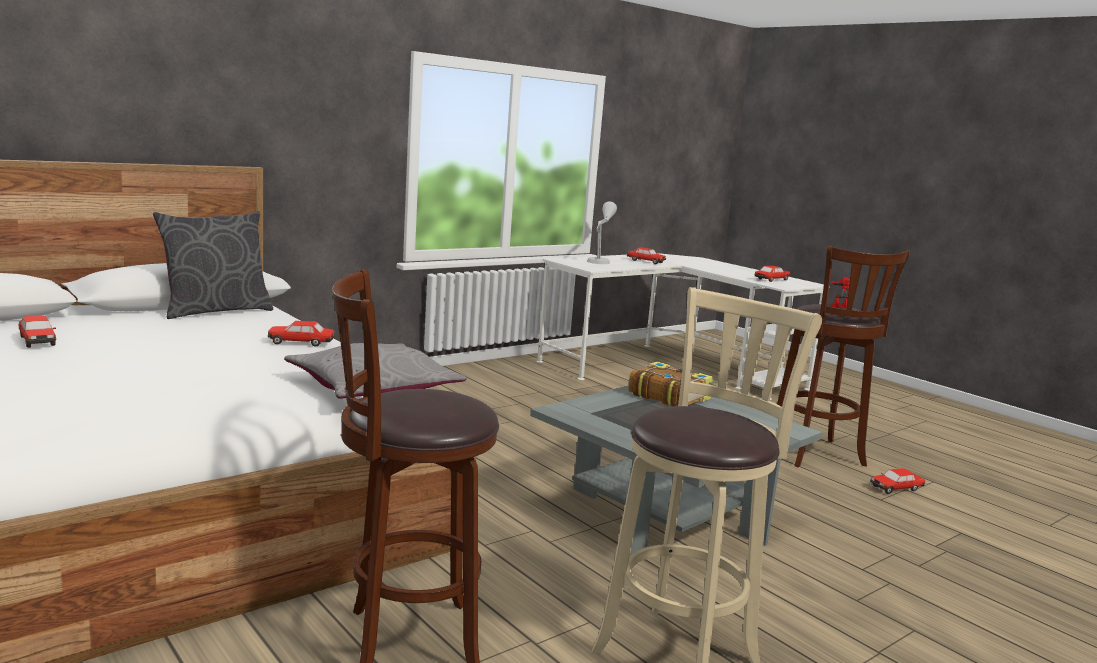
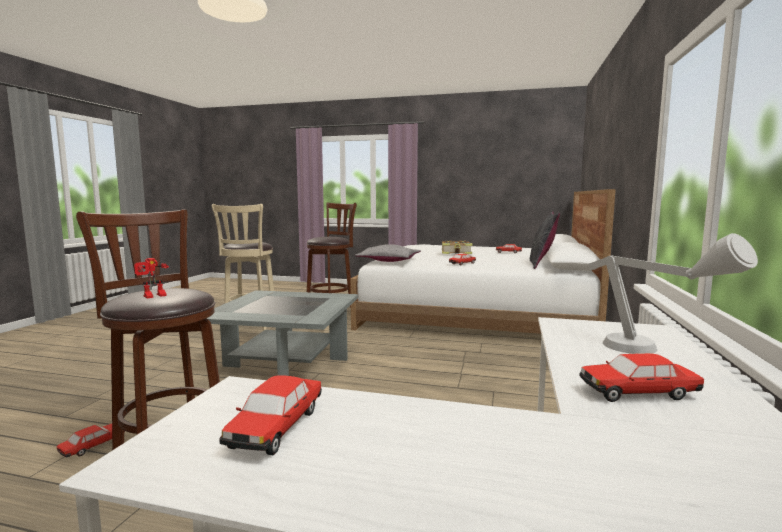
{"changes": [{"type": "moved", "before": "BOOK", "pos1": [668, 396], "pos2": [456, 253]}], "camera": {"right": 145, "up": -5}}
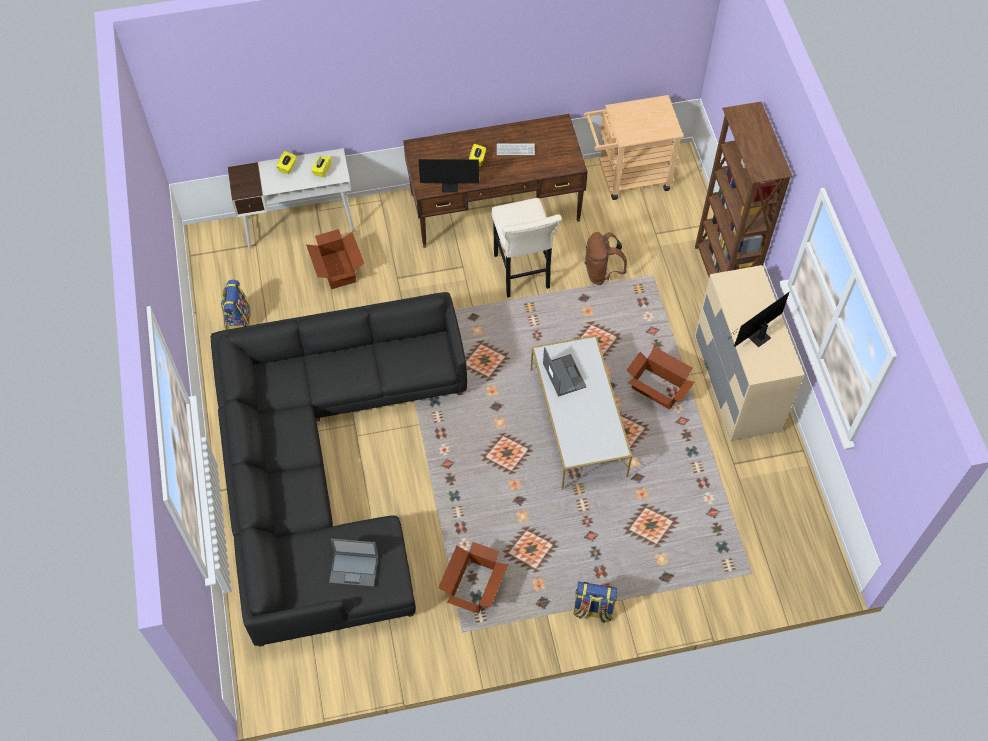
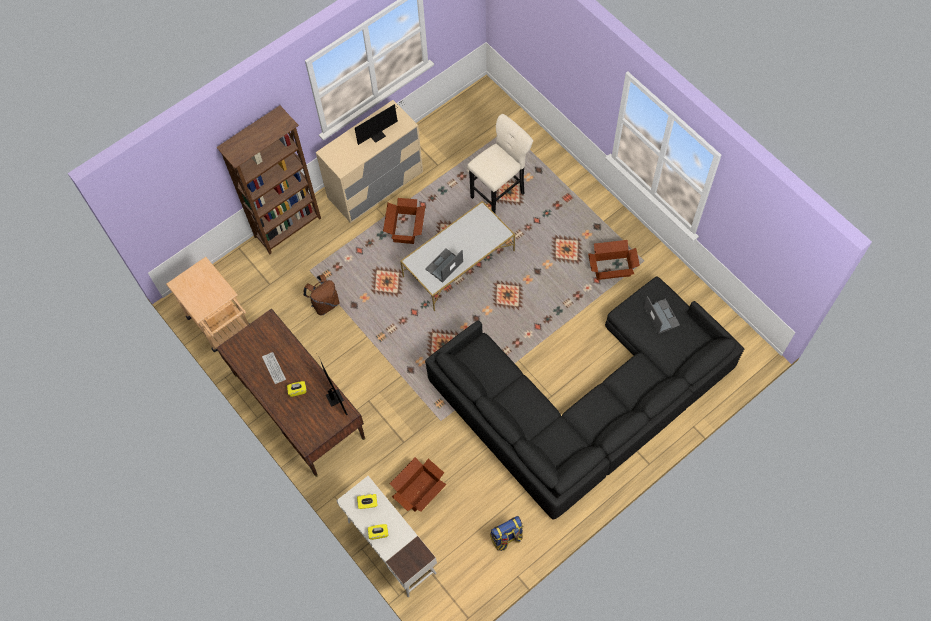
{"changes": [{"type": "moved", "before": "BEIGE STOOL", "pos1": [522, 274], "pos2": [499, 193]}, {"type": "removed", "before": "BACKPACK", "pos1": [592, 609]}, {"type": "turned", "before": "MONITOR", "pos1": [755, 338], "pos2": [379, 134], "turn": -60}], "camera": {"right": -115, "up": 5}}
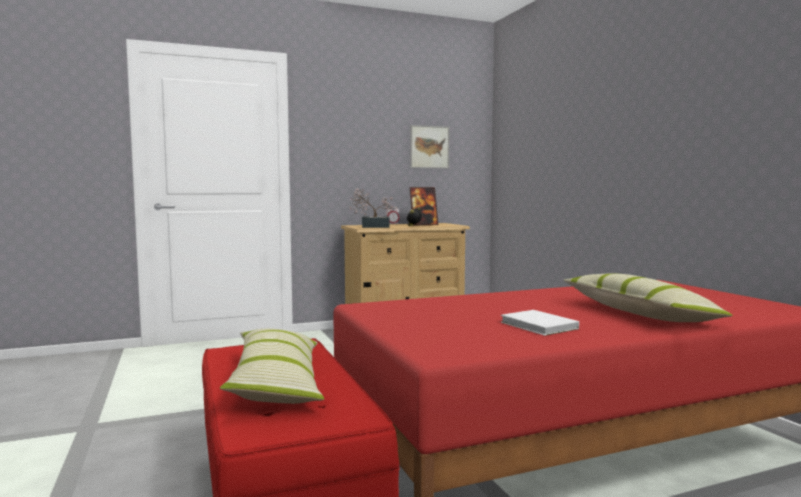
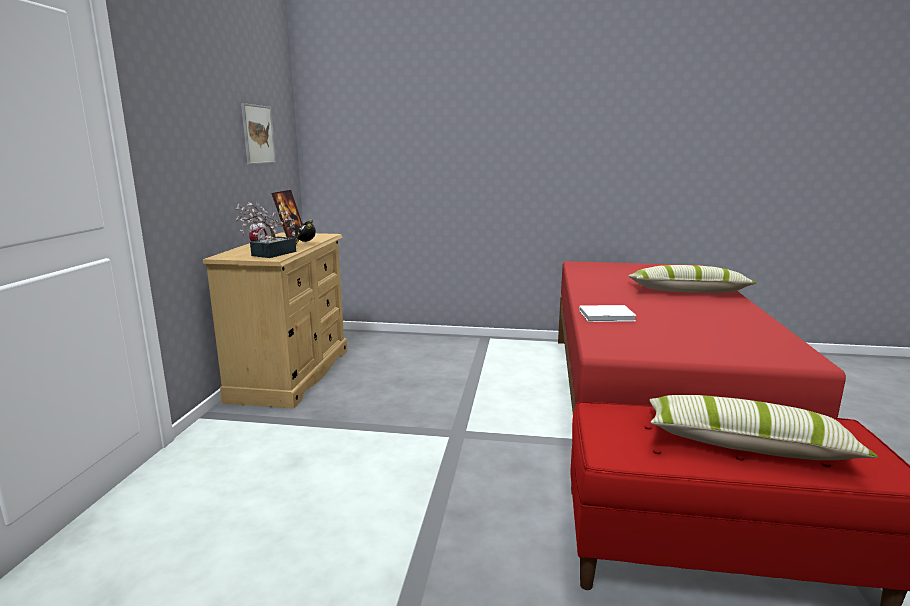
{"changes": [{"type": "moved", "before": "WHITE BOOK", "pos1": [539, 326], "pos2": [608, 316]}], "camera": {"right": -60, "up": 10}}
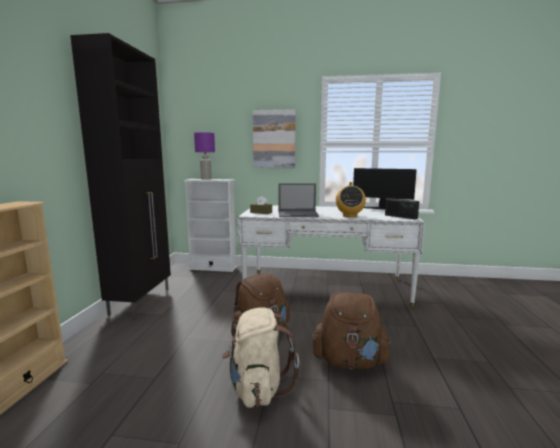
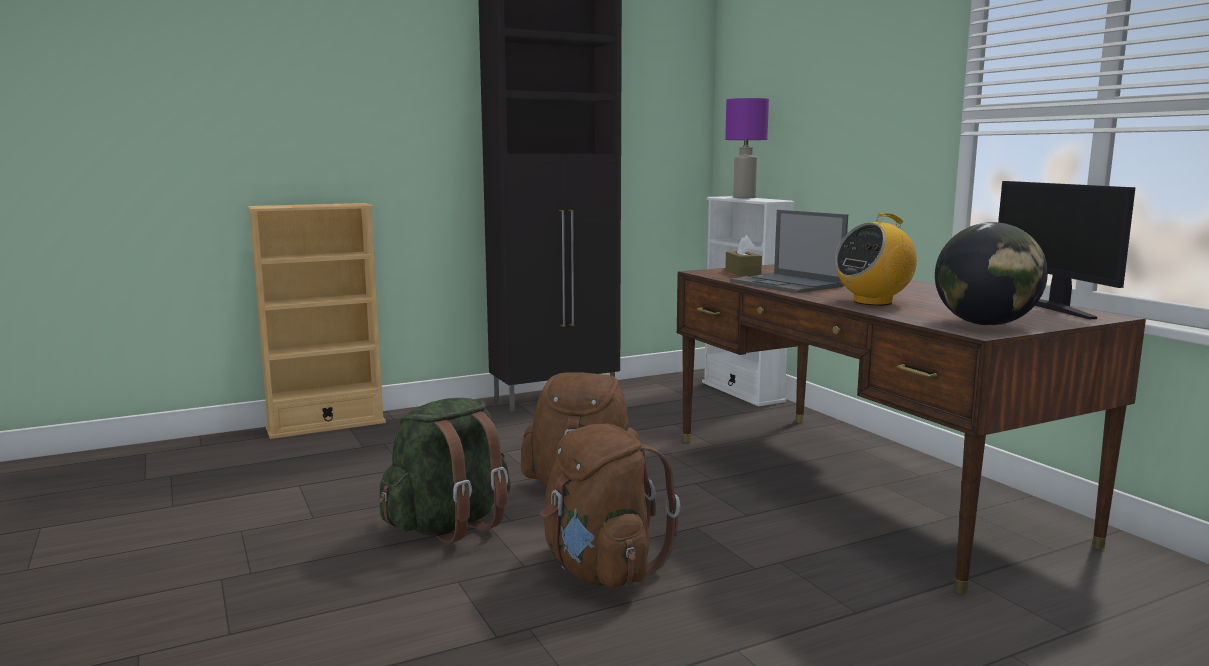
{"changes": [{"type": "recoloured", "before": "BEIGE BACKPACK", "after": "GREEN BACKPACK", "pos1": [258, 388], "pos2": [449, 525]}, {"type": "recoloured", "before": "WHITE DESK", "after": "BROWN DESK", "pos1": [325, 287], "pos2": [860, 486]}, {"type": "removed", "before": "PICTURE", "pos1": [274, 139]}, {"type": "replaced", "before": "RADIO", "after": "GLOBE", "pos1": [400, 216], "pos2": [985, 324]}], "camera": {"right": 55, "up": 0}}
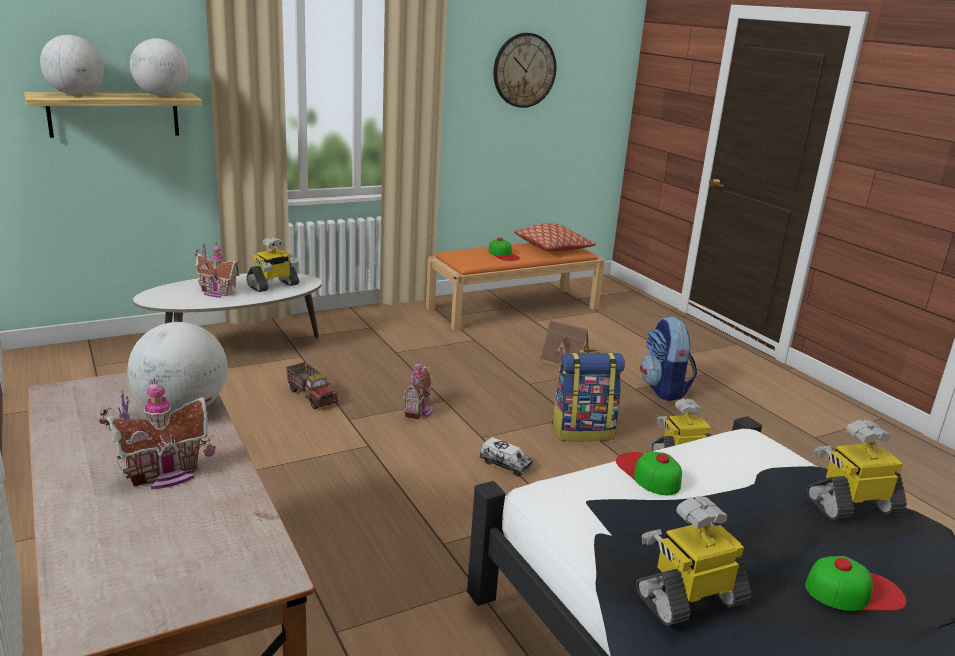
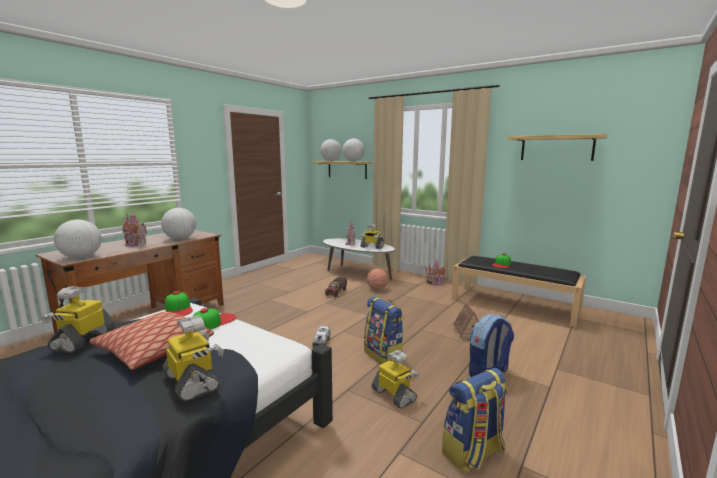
{"changes": [{"type": "moved", "before": "TOY HOUSE", "pos1": [420, 411], "pos2": [435, 283]}, {"type": "recoloured", "before": "ORANGE BENCH", "after": "BLACK BENCH", "pos1": [514, 307], "pos2": [514, 305]}, {"type": "replaced", "before": "WALL CLOCK", "after": "SHELF", "pos1": [524, 70], "pos2": [556, 148]}, {"type": "moved", "before": "PILLOW", "pos1": [553, 248], "pos2": [155, 350]}, {"type": "turned", "before": "TOY ROBOT", "pos1": [689, 598], "pos2": [83, 340], "turn": -120}, {"type": "moved", "before": "CAP", "pos1": [854, 591], "pos2": [178, 309]}, {"type": "added", "after": "GLOBE", "pos2": [81, 257]}, {"type": "added", "after": "BASKETBALL", "pos2": [377, 288]}, {"type": "added", "after": "BACKPACK", "pos2": [473, 453]}], "camera": {"right": 65, "up": -10}}
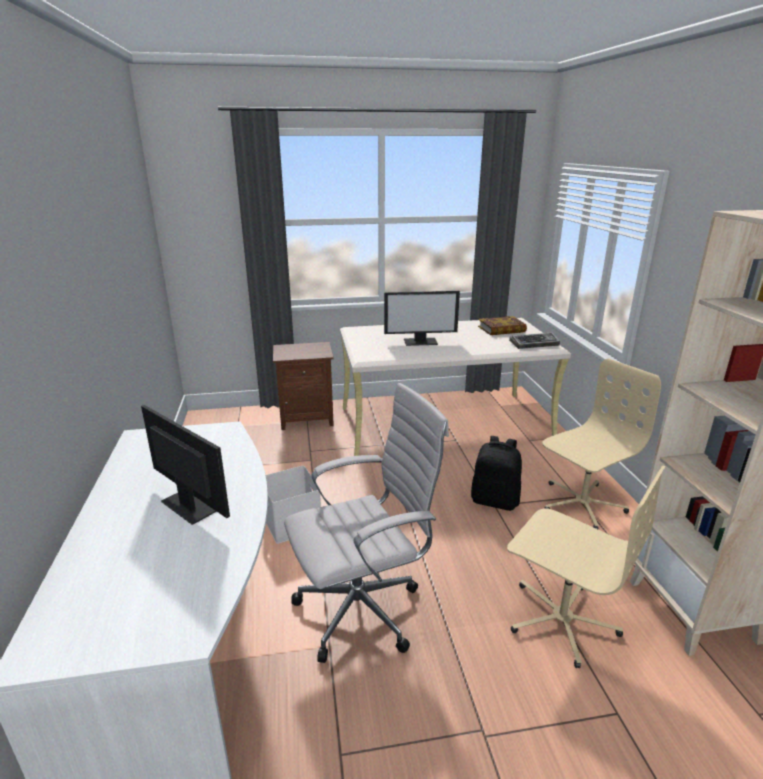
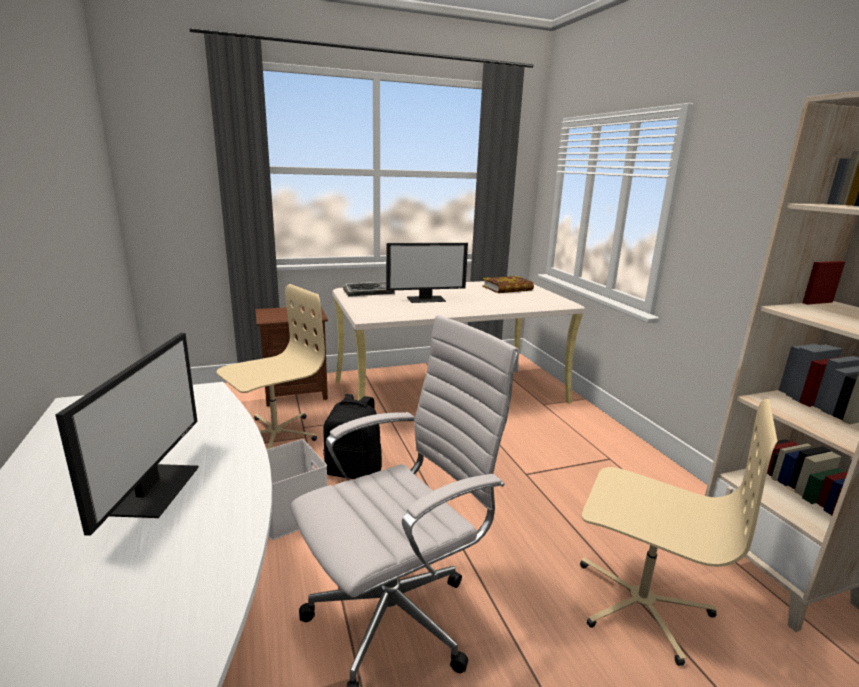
{"changes": [{"type": "turned", "before": "MONITOR", "pos1": [190, 505], "pos2": [153, 489], "turn": 60}, {"type": "moved", "before": "BLACK BACKPACK", "pos1": [495, 500], "pos2": [354, 471]}, {"type": "moved", "before": "KEYBOARD", "pos1": [534, 344], "pos2": [369, 293]}, {"type": "moved", "before": "BEIGE OFFICE CHAIR", "pos1": [581, 504], "pos2": [274, 435]}], "camera": {"right": -10, "up": -5}}
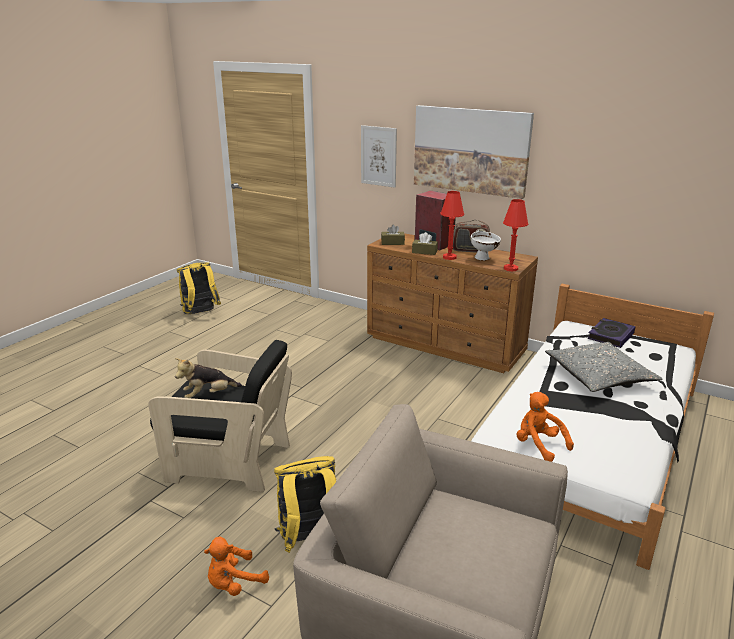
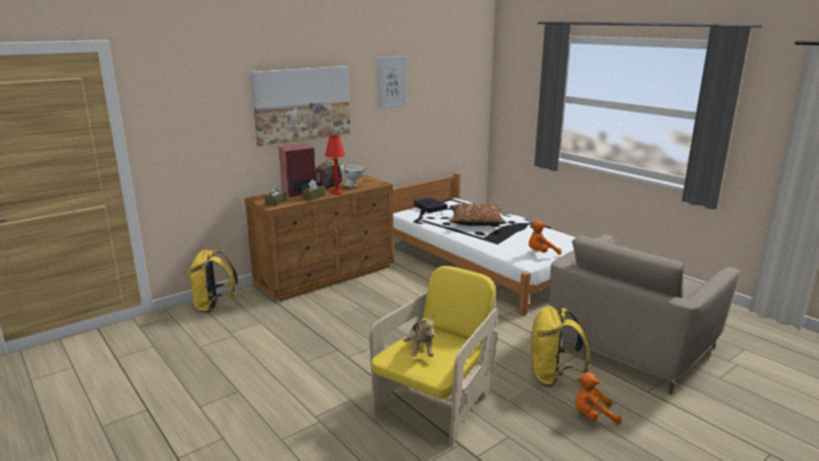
{"changes": [{"type": "recoloured", "before": "BLACK ARMCHAIR", "after": "YELLOW ARMCHAIR", "pos1": [229, 461], "pos2": [436, 403]}, {"type": "moved", "before": "YELLOW BACKPACK", "pos1": [200, 313], "pos2": [215, 306]}, {"type": "turned", "before": "ORANGE PLUSH TOY", "pos1": [234, 583], "pos2": [592, 416], "turn": 105}, {"type": "moved", "before": "PICTURE", "pos1": [378, 156], "pos2": [391, 82]}, {"type": "removed", "before": "RED TABLE LAMP", "pos1": [510, 268]}, {"type": "recoloured", "before": "GREY PILLOW", "after": "BROWN PILLOW", "pos1": [599, 377], "pos2": [476, 223]}], "camera": {"right": -70, "up": -5}}
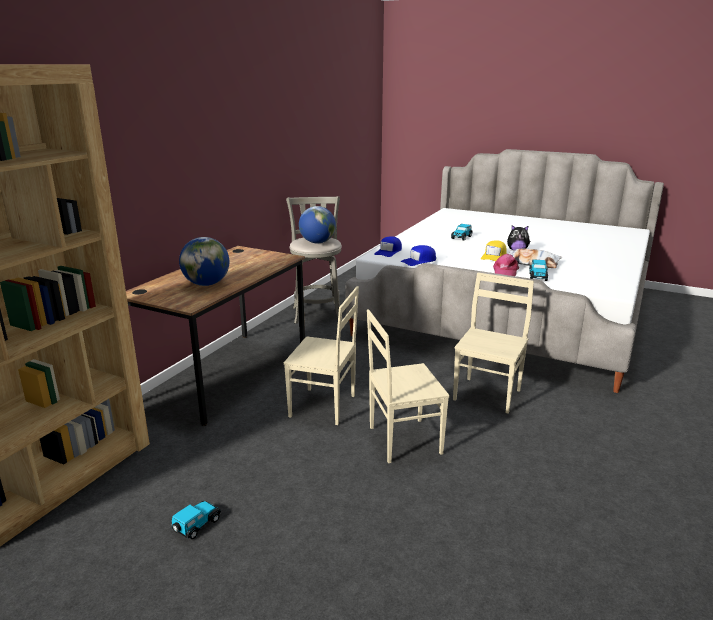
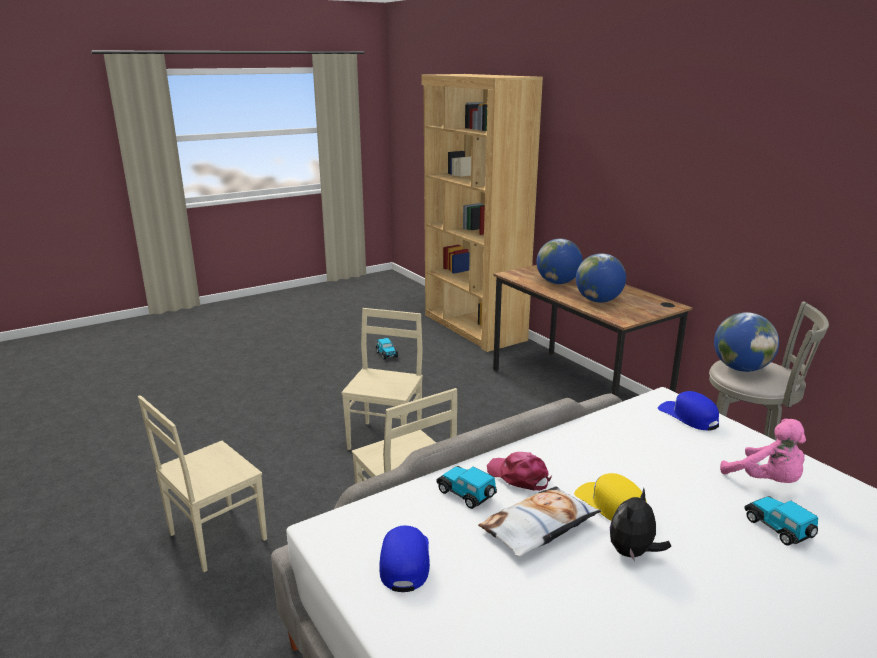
{"changes": [{"type": "moved", "before": "BEIGE CHAIR", "pos1": [323, 407], "pos2": [215, 537]}, {"type": "moved", "before": "BLUE CAP", "pos1": [419, 261], "pos2": [404, 561]}, {"type": "added", "after": "GLOBE", "pos2": [598, 301]}, {"type": "added", "after": "PINK PLUSH TOY", "pos2": [766, 481]}], "camera": {"right": 120, "up": 0}}
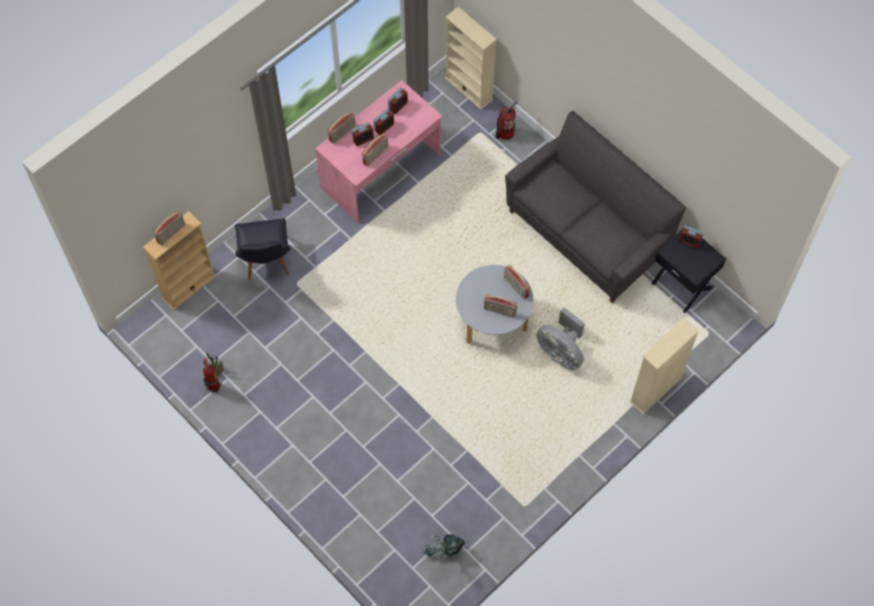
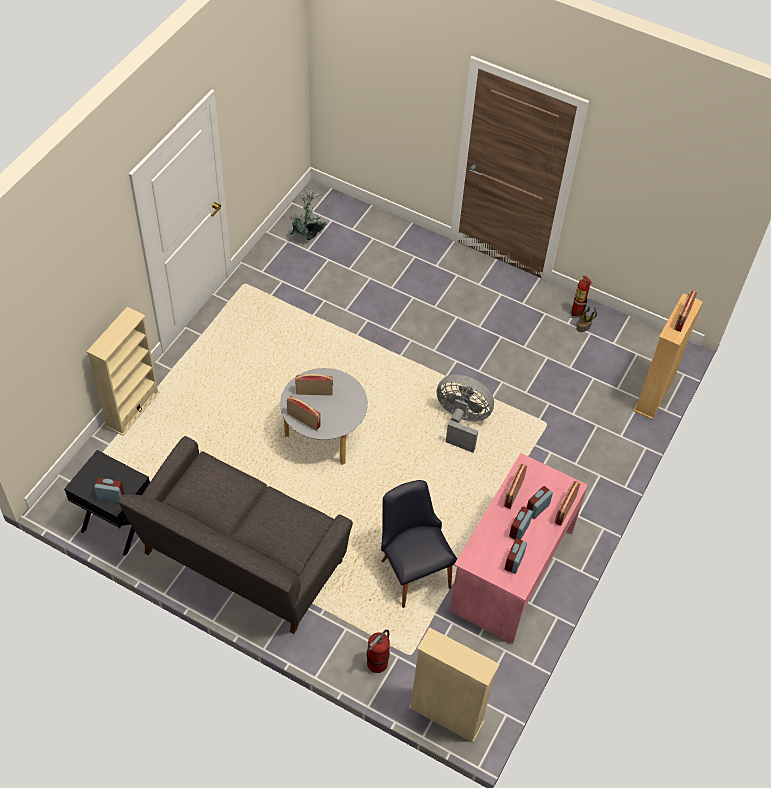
{"changes": [{"type": "moved", "before": "BLACK CHAIR", "pos1": [266, 262], "pos2": [412, 568]}, {"type": "moved", "before": "GREY FAN", "pos1": [561, 352], "pos2": [461, 422]}], "camera": {"right": 160, "up": -10}}
